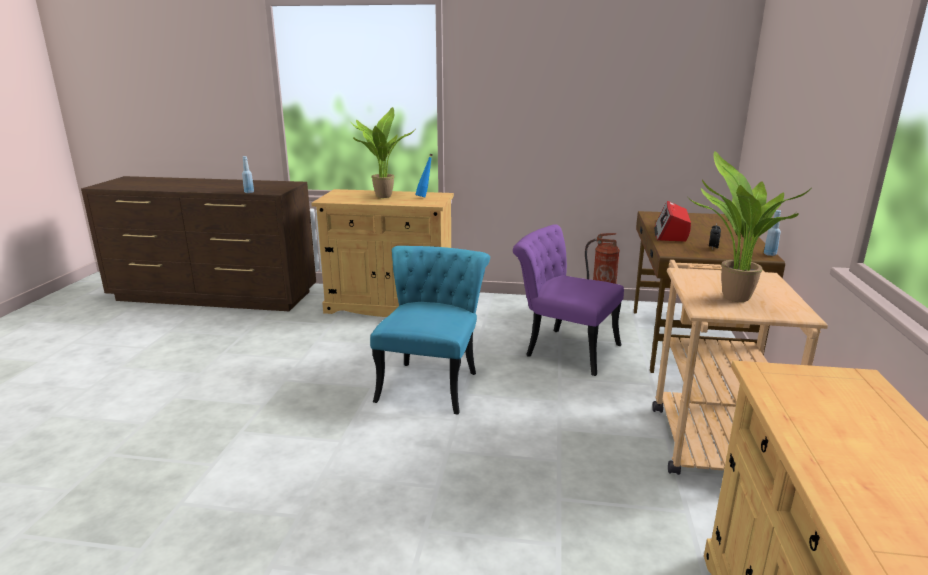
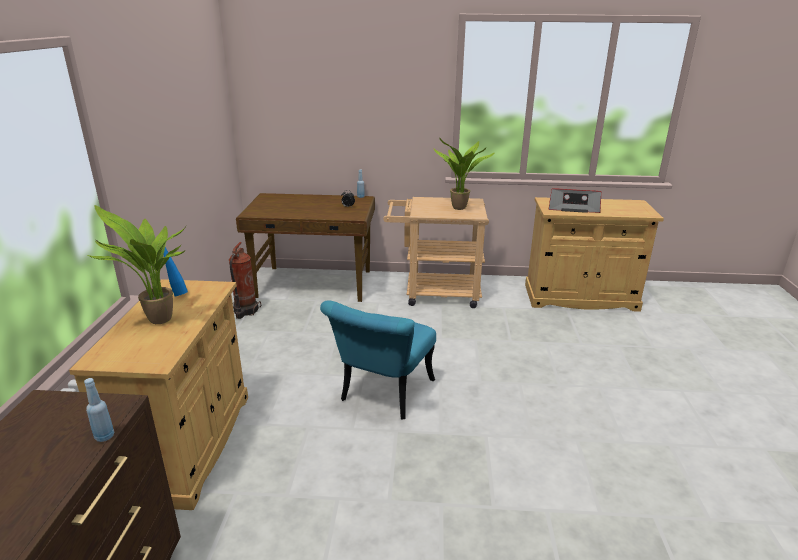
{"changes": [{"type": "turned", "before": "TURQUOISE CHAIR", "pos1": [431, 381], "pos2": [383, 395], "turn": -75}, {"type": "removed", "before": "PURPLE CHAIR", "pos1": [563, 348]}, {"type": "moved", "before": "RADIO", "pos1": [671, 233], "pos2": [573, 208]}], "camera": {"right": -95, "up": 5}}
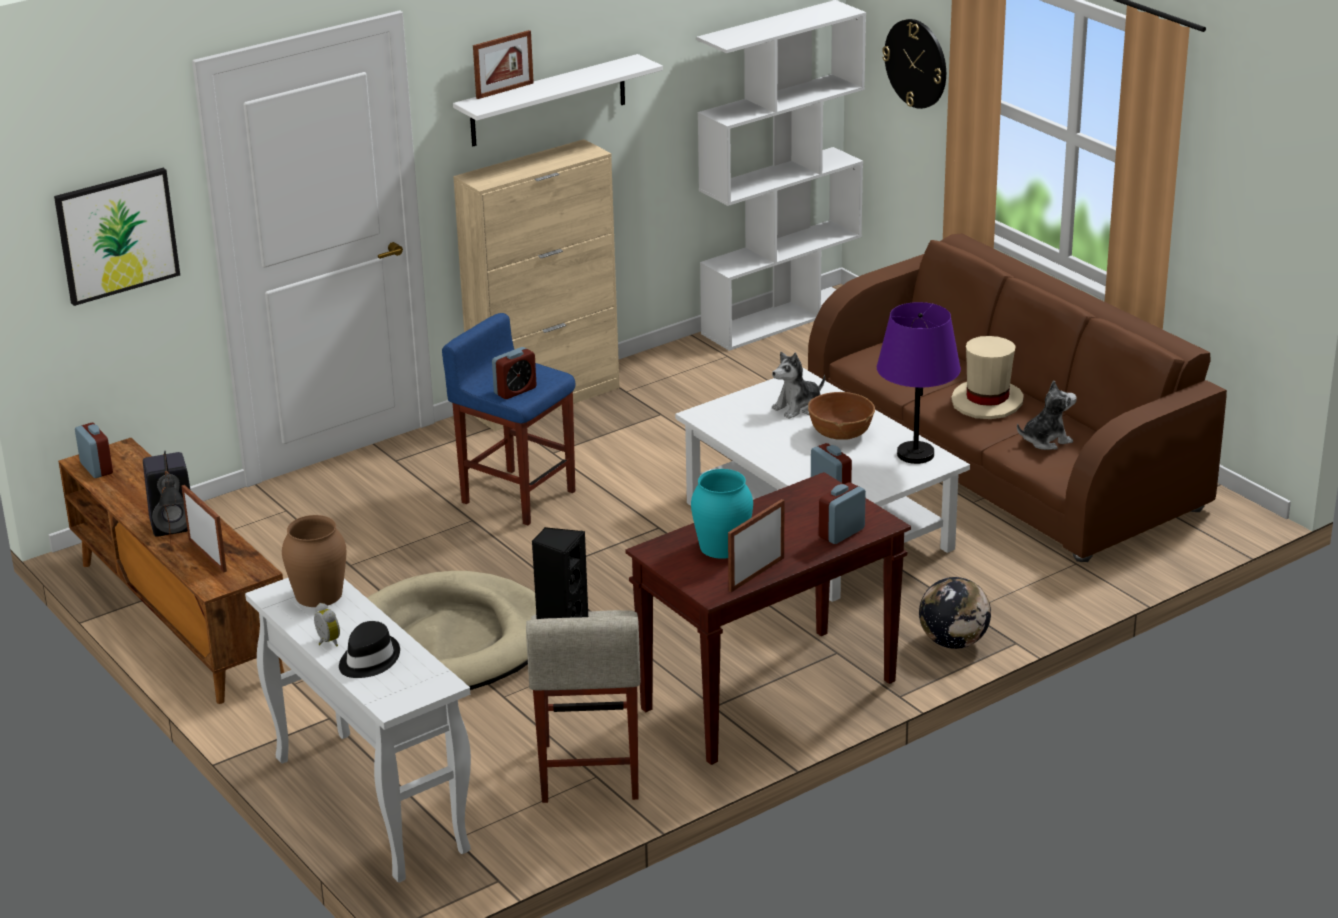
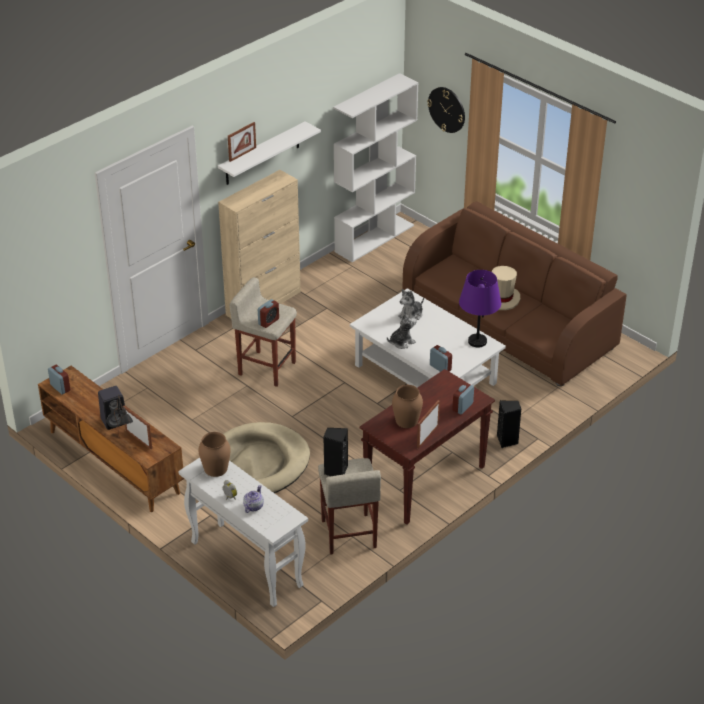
{"changes": [{"type": "removed", "before": "PICTURE", "pos1": [117, 235]}, {"type": "replaced", "before": "BLACK HAT", "after": "TEAPOT", "pos1": [368, 660], "pos2": [253, 506]}, {"type": "recoloured", "before": "BLUE STOOL", "after": "BEIGE STOOL", "pos1": [517, 496], "pos2": [266, 368]}, {"type": "recoloured", "before": "TURQUOISE VASE", "after": "BROWN VASE", "pos1": [721, 546], "pos2": [406, 420]}, {"type": "removed", "before": "BROWN BOWL", "pos1": [840, 433]}, {"type": "replaced", "before": "GLOBE", "after": "BLACK SPEAKER", "pos1": [953, 642], "pos2": [507, 441]}, {"type": "moved", "before": "PLUSH TOY", "pos1": [1045, 440], "pos2": [401, 342]}], "camera": {"right": -10, "up": 10}}
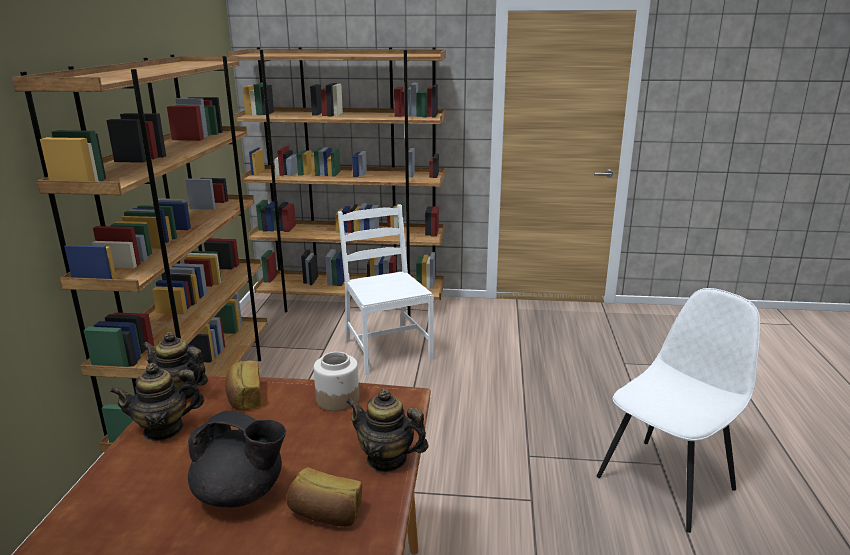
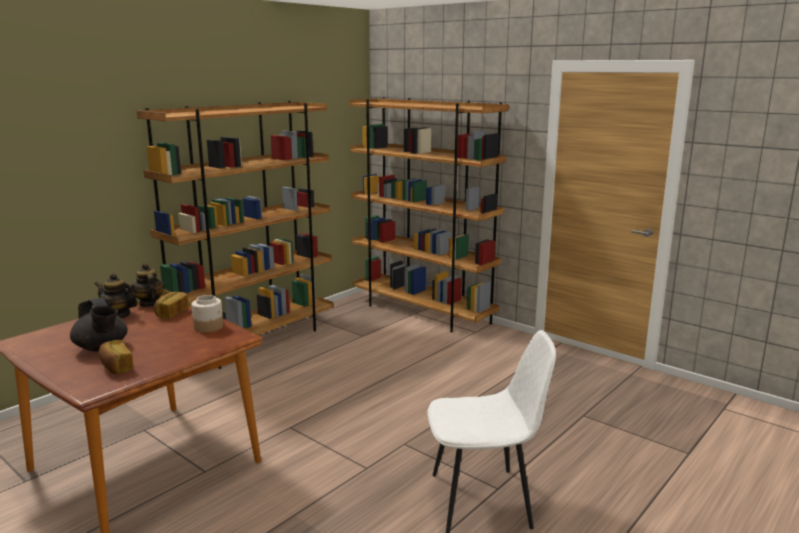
{"changes": [{"type": "removed", "before": "WHITE CHAIR", "pos1": [386, 350]}, {"type": "removed", "before": "TEAPOT", "pos1": [387, 459]}], "camera": {"right": 35, "up": -5}}
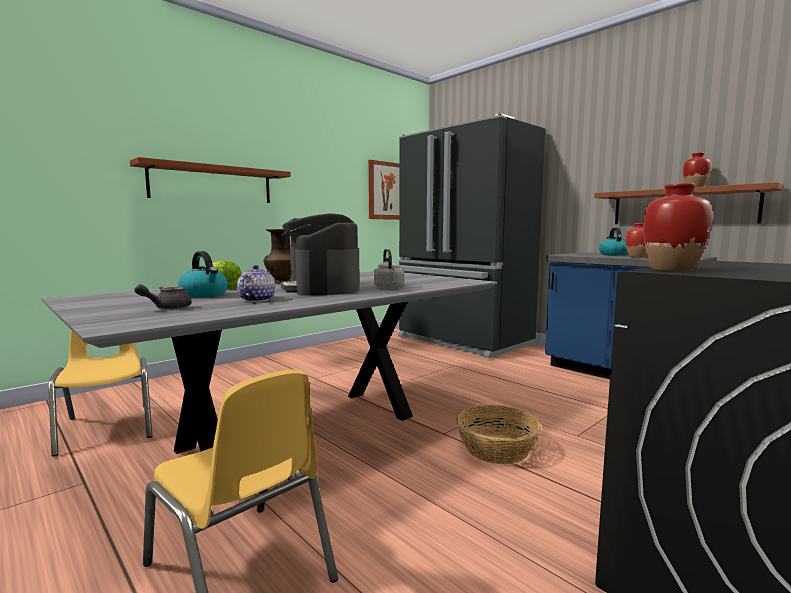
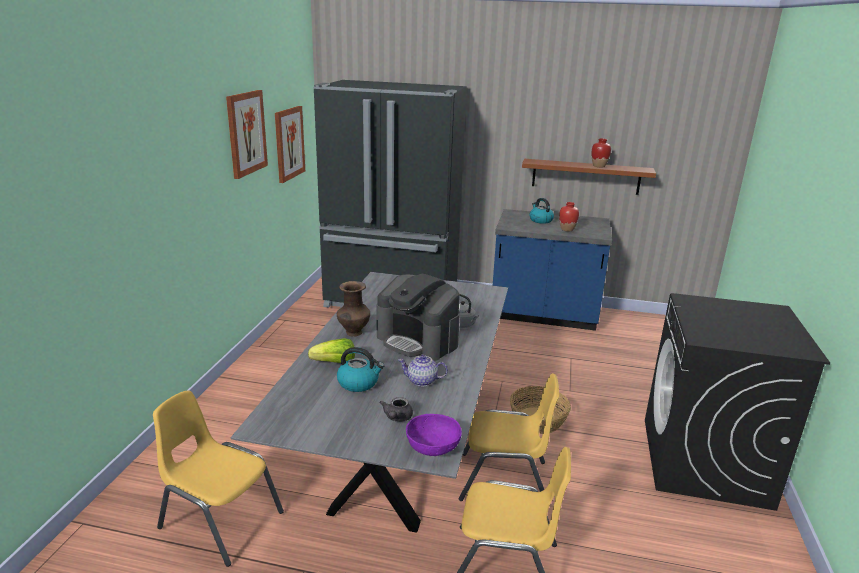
{"changes": [{"type": "removed", "before": "BROWN SHELF", "pos1": [212, 184]}, {"type": "turned", "before": "TEAPOT", "pos1": [256, 300], "pos2": [422, 381], "turn": -60}, {"type": "removed", "before": "RED VASE", "pos1": [671, 270]}, {"type": "added", "after": "PICTURE", "pos2": [246, 133]}, {"type": "added", "after": "PURPLE BOWL", "pos2": [433, 447]}, {"type": "added", "after": "YELLOW CHAIR", "pos2": [504, 480]}], "camera": {"right": -35, "up": 15}}
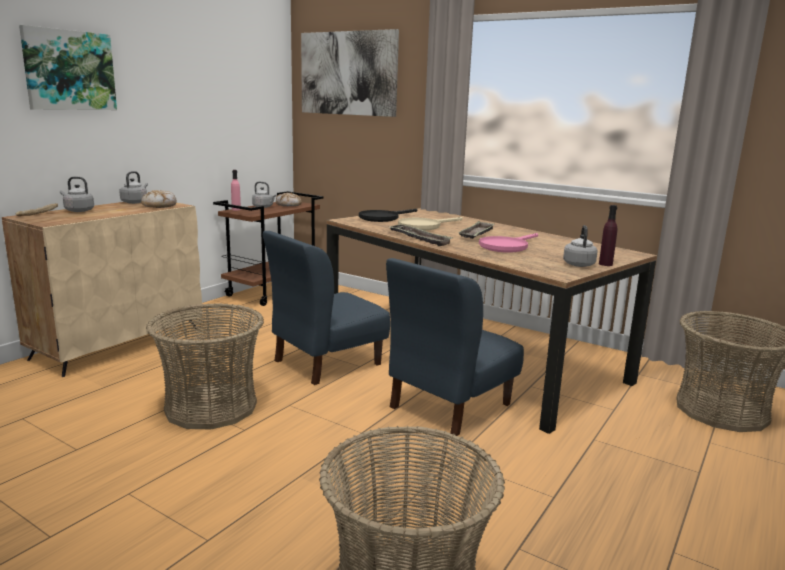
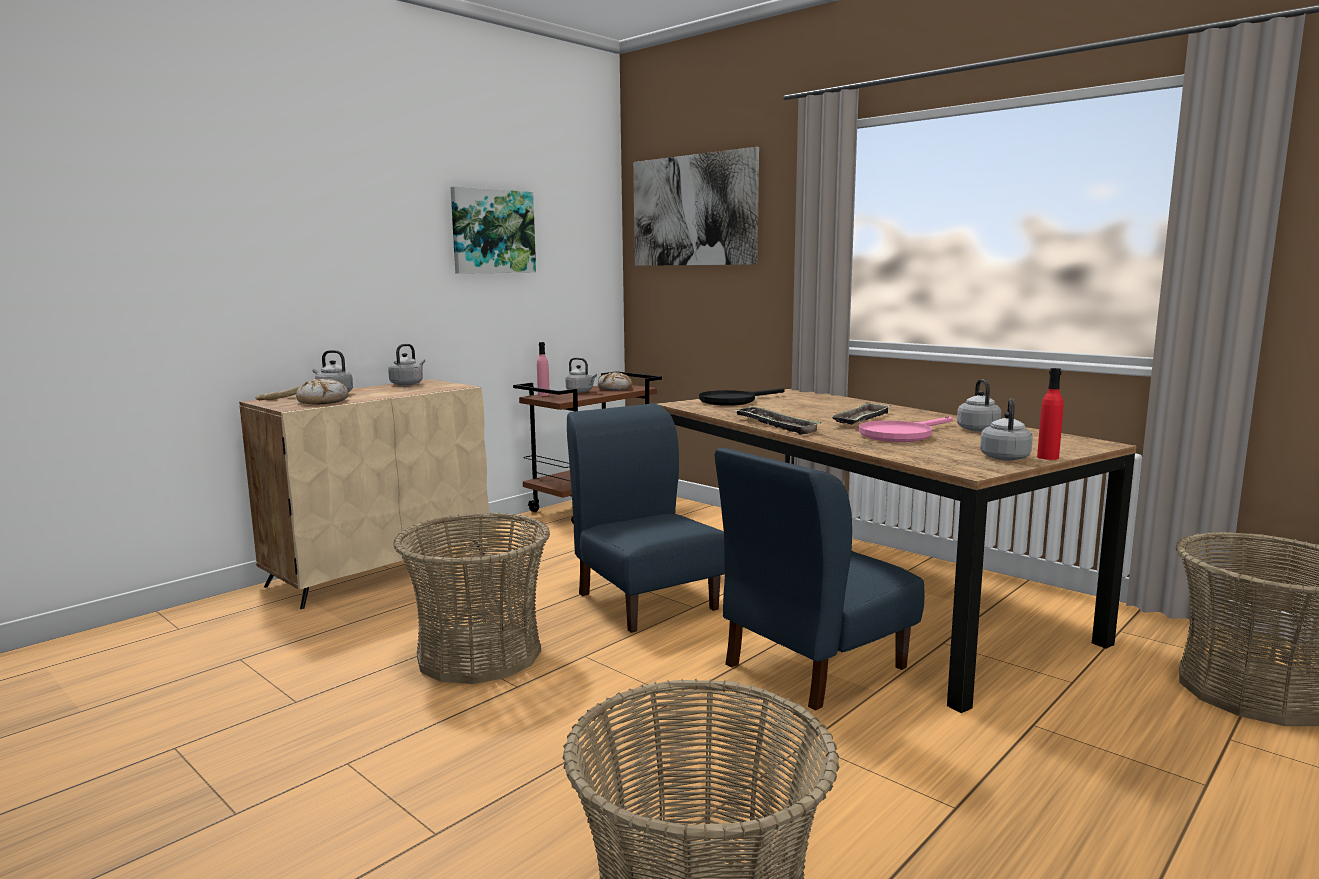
{"changes": [{"type": "moved", "before": "PICTURE", "pos1": [69, 70], "pos2": [492, 231]}, {"type": "moved", "before": "BREAD", "pos1": [159, 205], "pos2": [323, 401]}, {"type": "turned", "before": "BLUE CHAIR", "pos1": [326, 362], "pos2": [647, 600], "turn": 90}, {"type": "removed", "before": "BEIGE FRYING PAN", "pos1": [424, 226]}, {"type": "recoloured", "before": "PURPLE BOTTLE", "after": "RED BOTTLE", "pos1": [605, 264], "pos2": [1047, 457]}, {"type": "added", "after": "GREY KETTLE", "pos2": [977, 429]}], "camera": {"right": 10, "up": -5}}
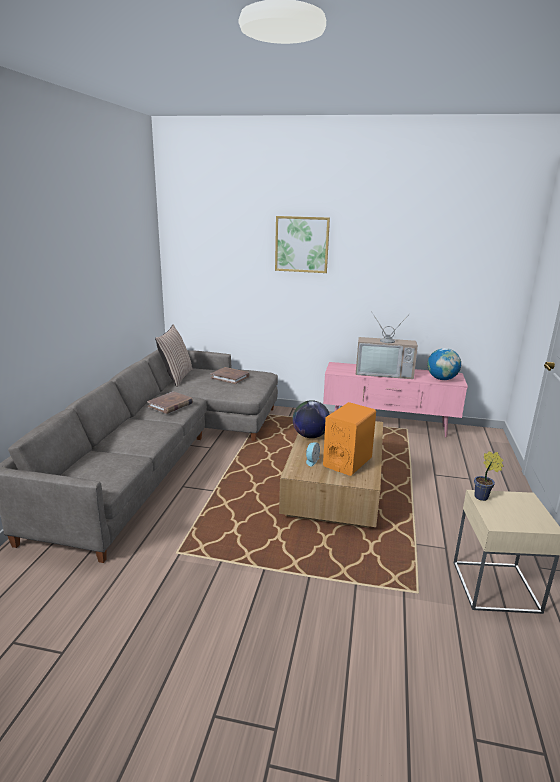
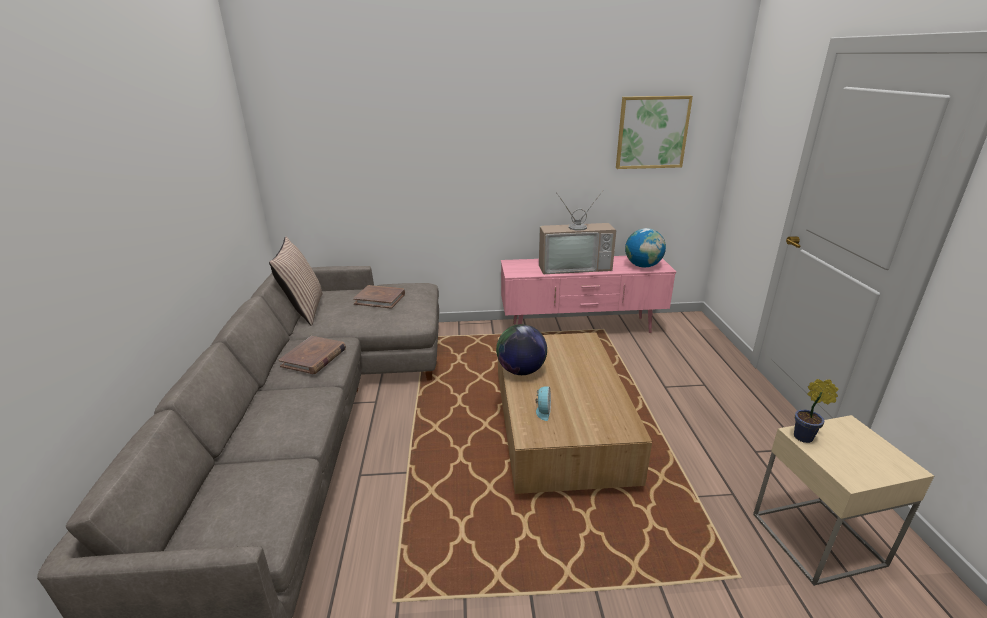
{"changes": [{"type": "moved", "before": "PICTURE", "pos1": [302, 244], "pos2": [652, 132]}, {"type": "removed", "before": "ORANGE SPEAKER", "pos1": [347, 462]}], "camera": {"right": -15, "up": 5}}
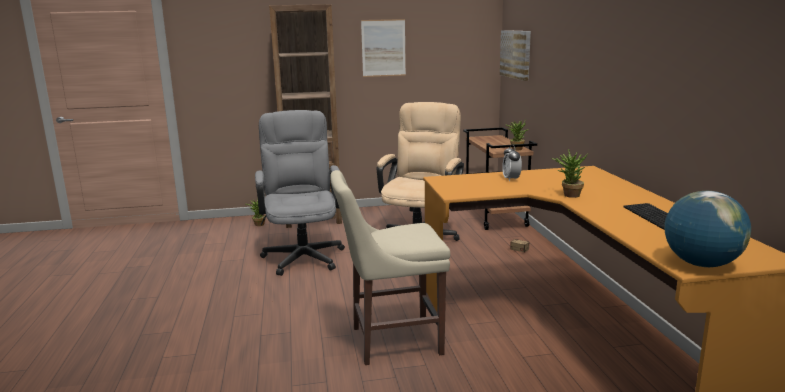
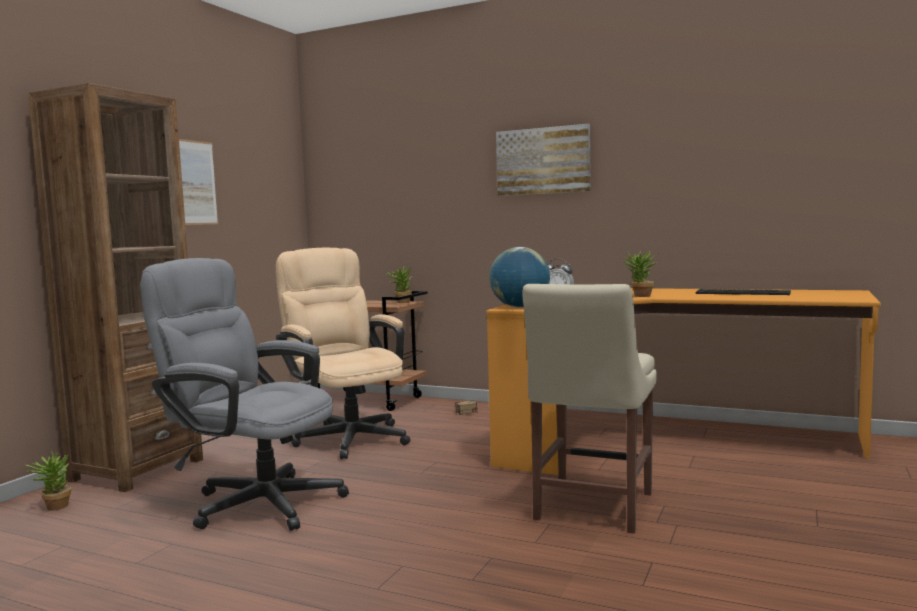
{"changes": [{"type": "moved", "before": "PICTURE", "pos1": [516, 54], "pos2": [543, 161]}, {"type": "moved", "before": "GLOBE", "pos1": [701, 264], "pos2": [520, 307]}], "camera": {"right": -55, "up": -10}}
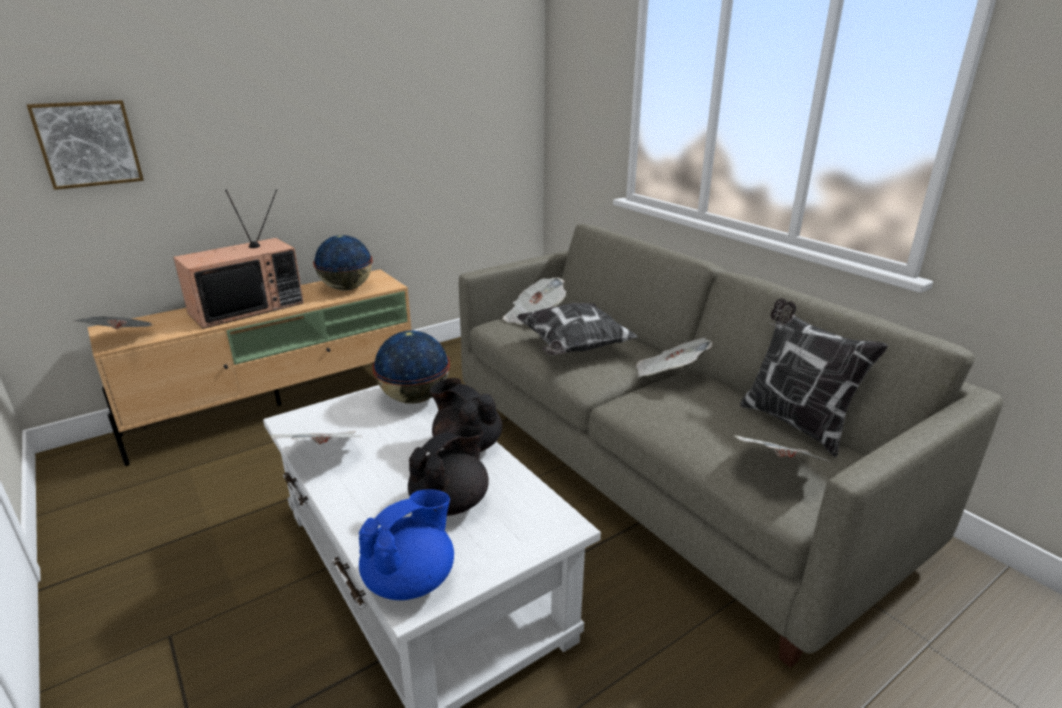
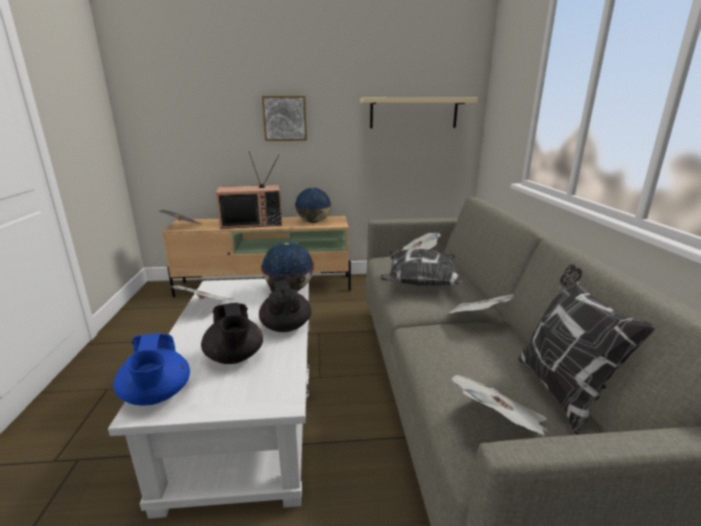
{"changes": [{"type": "moved", "before": "PICTURE", "pos1": [87, 143], "pos2": [285, 118]}, {"type": "turned", "before": "BLUE TEAPOT", "pos1": [411, 580], "pos2": [157, 396], "turn": 90}, {"type": "turned", "before": "BLACK TEAPOT", "pos1": [451, 503], "pos2": [235, 358], "turn": 90}, {"type": "added", "after": "BEIGE SHELF", "pos2": [413, 113]}], "camera": {"right": 30, "up": -5}}
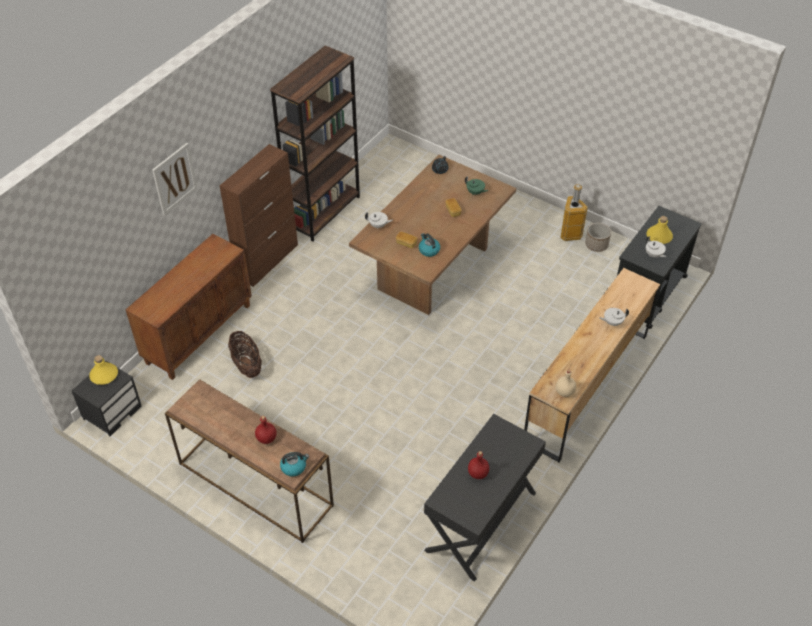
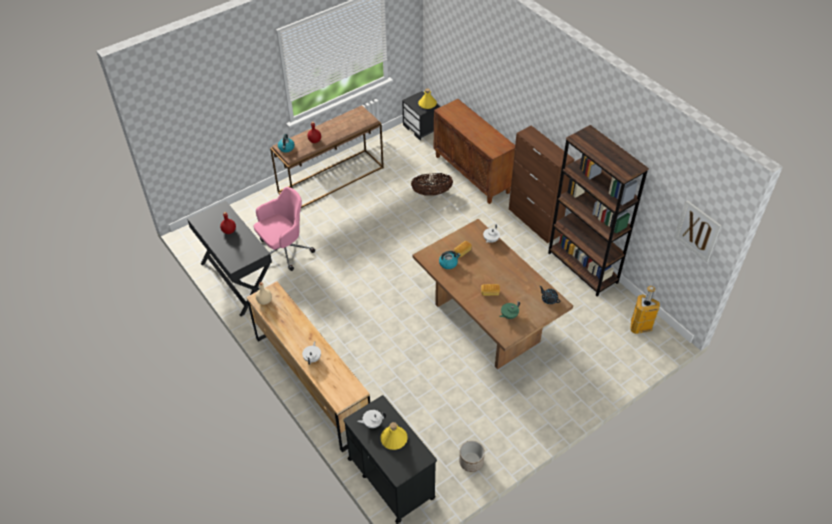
{"changes": [{"type": "moved", "before": "PICTURE", "pos1": [174, 178], "pos2": [698, 231]}, {"type": "moved", "before": "TRASH CAN", "pos1": [570, 234], "pos2": [640, 327]}, {"type": "added", "after": "PINK OFFICE CHAIR", "pos2": [284, 250]}], "camera": {"right": 110, "up": 0}}
